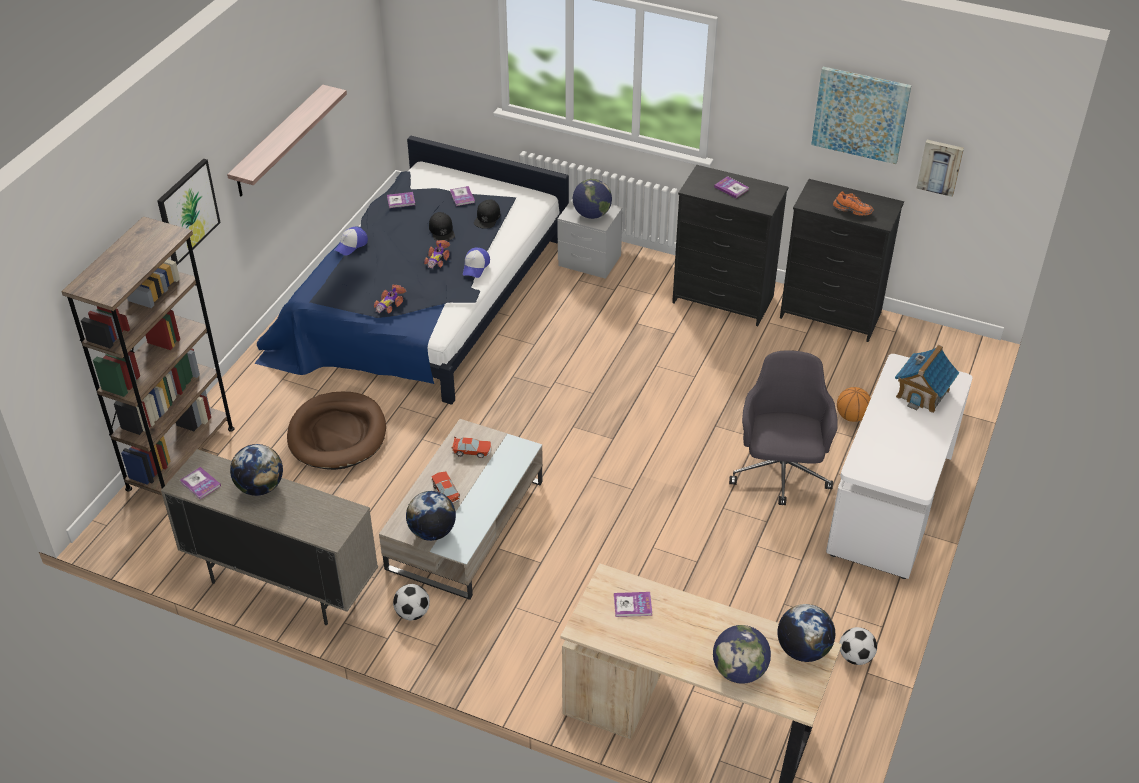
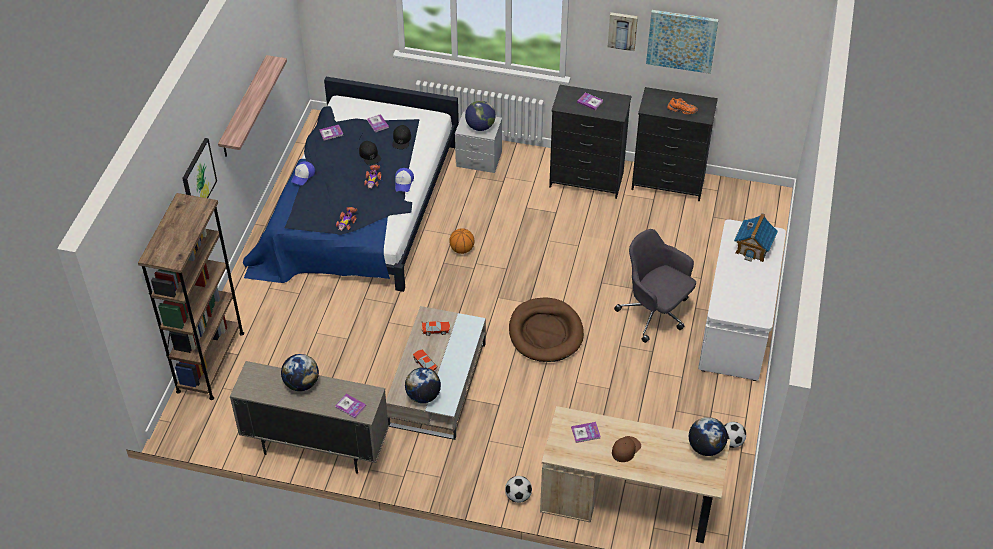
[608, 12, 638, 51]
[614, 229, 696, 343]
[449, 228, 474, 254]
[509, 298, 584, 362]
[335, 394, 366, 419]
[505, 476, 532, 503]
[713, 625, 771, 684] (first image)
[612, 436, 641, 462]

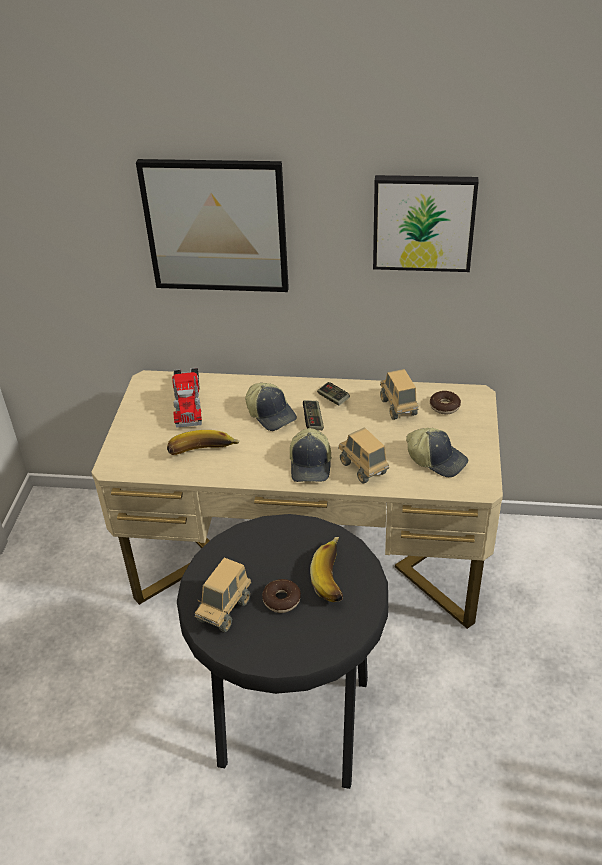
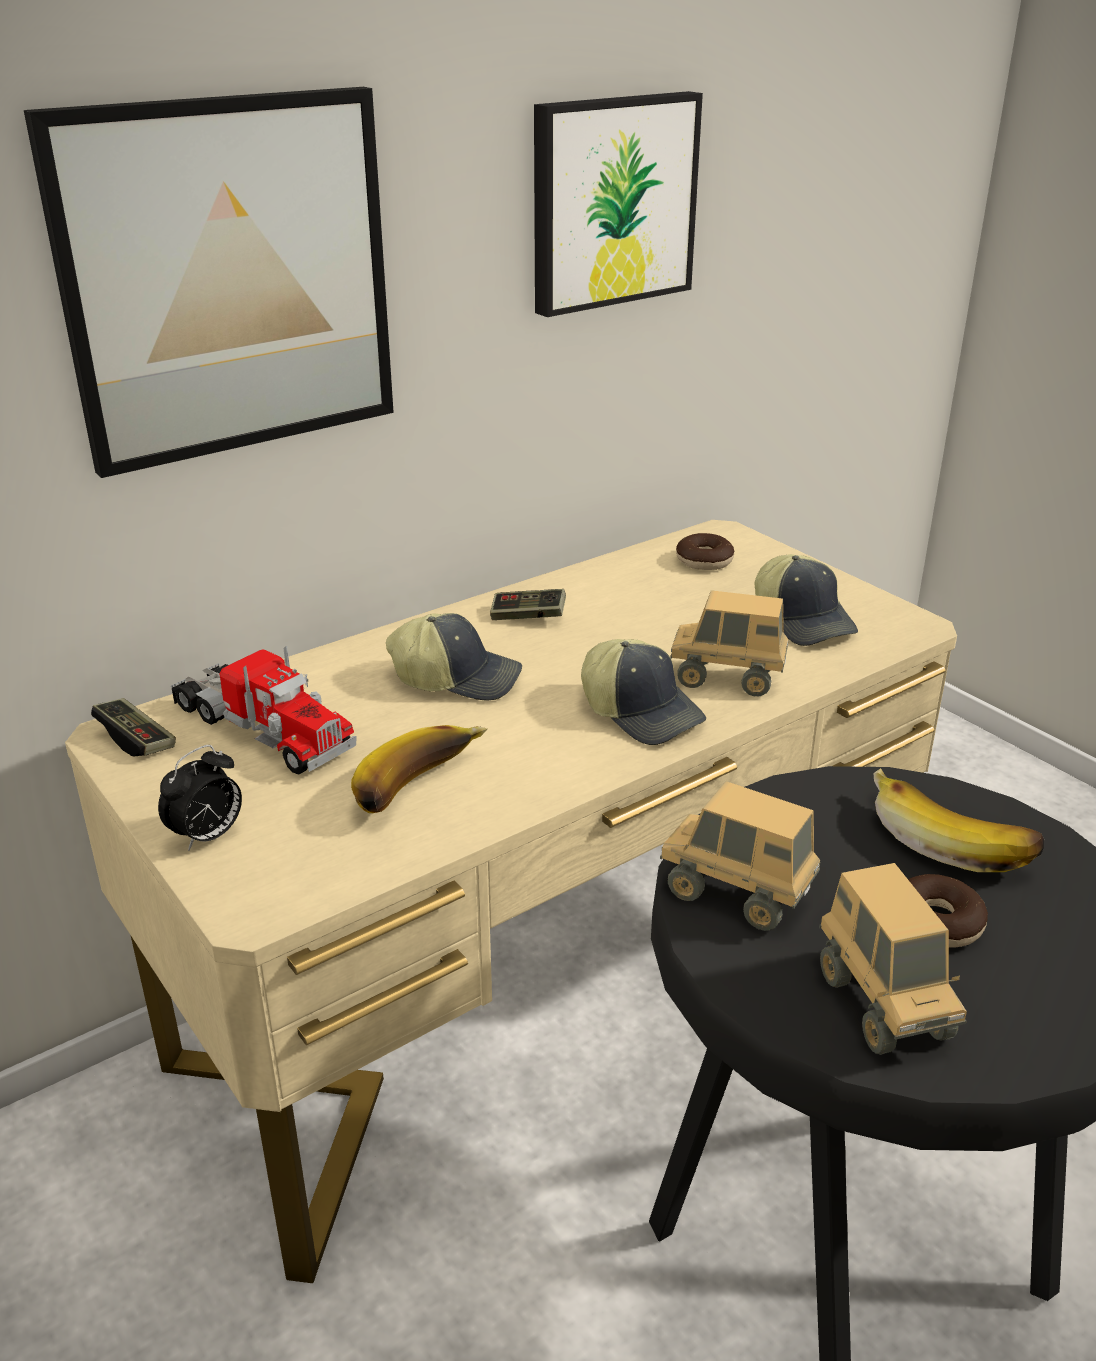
[660, 781, 820, 931]
[91, 698, 176, 757]
[755, 554, 858, 646]
[158, 745, 242, 851]

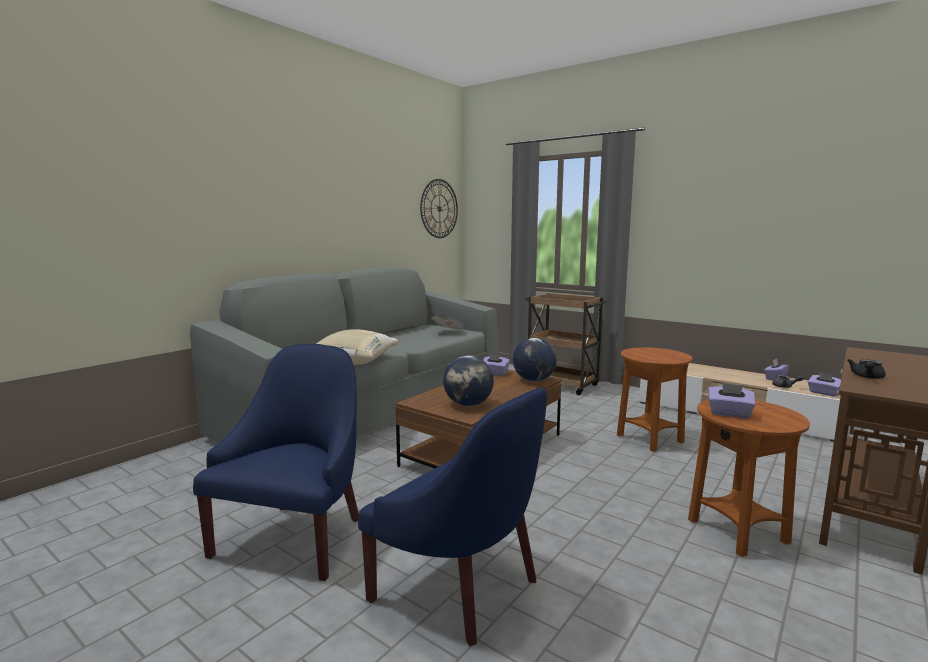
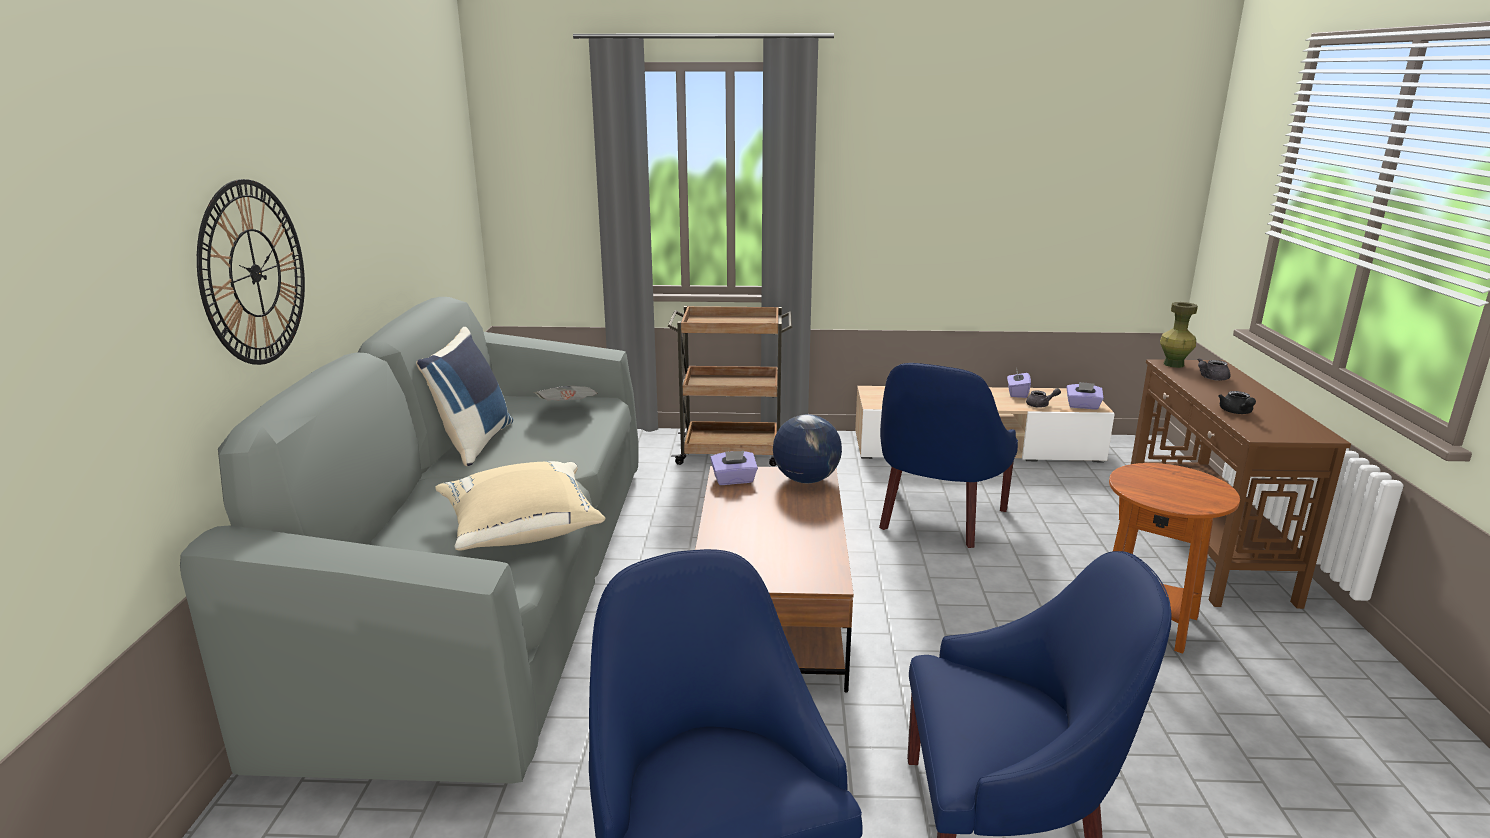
[197, 179, 305, 365]
[879, 363, 1018, 548]
[443, 356, 494, 406] (first image)
[708, 383, 756, 418] (first image)
[1160, 302, 1198, 368]
[416, 327, 513, 466]
[1197, 358, 1231, 381]

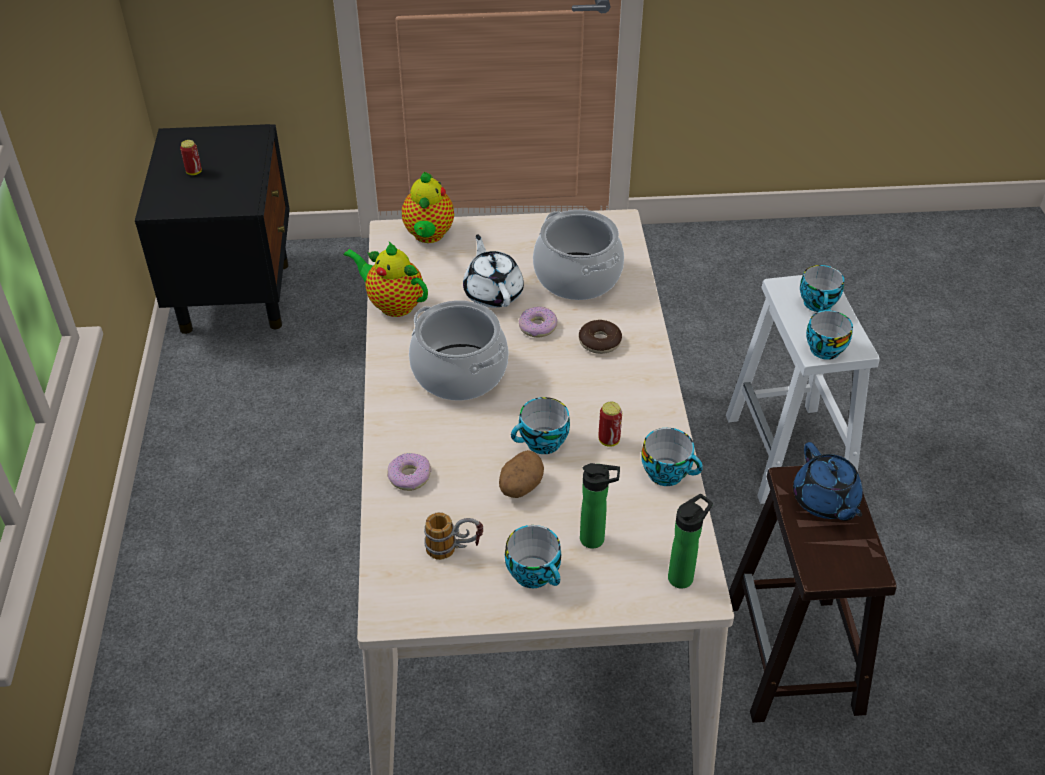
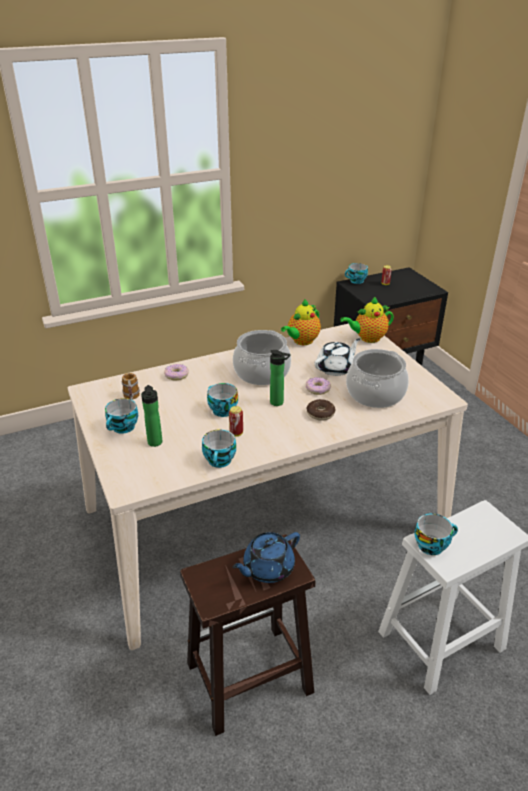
[281, 299, 321, 345]
[345, 263, 368, 284]
[499, 450, 544, 498] (first image)
[270, 350, 291, 406]

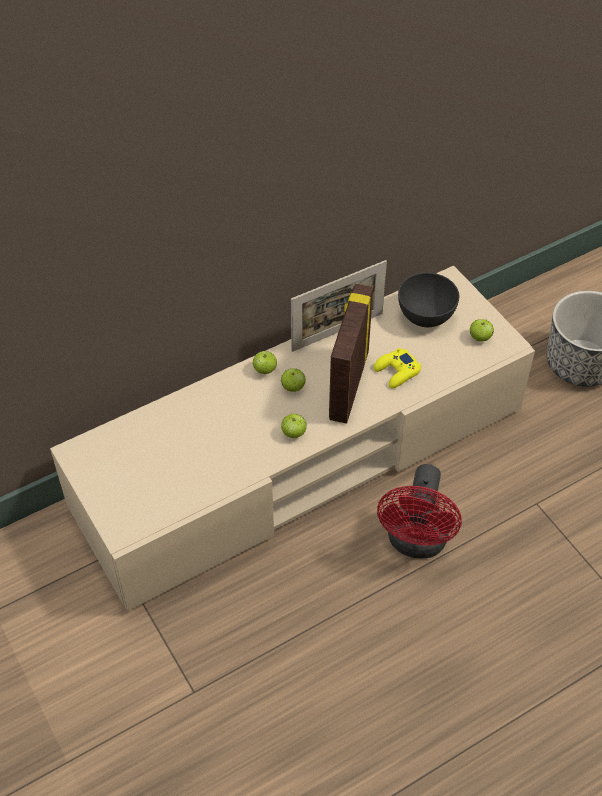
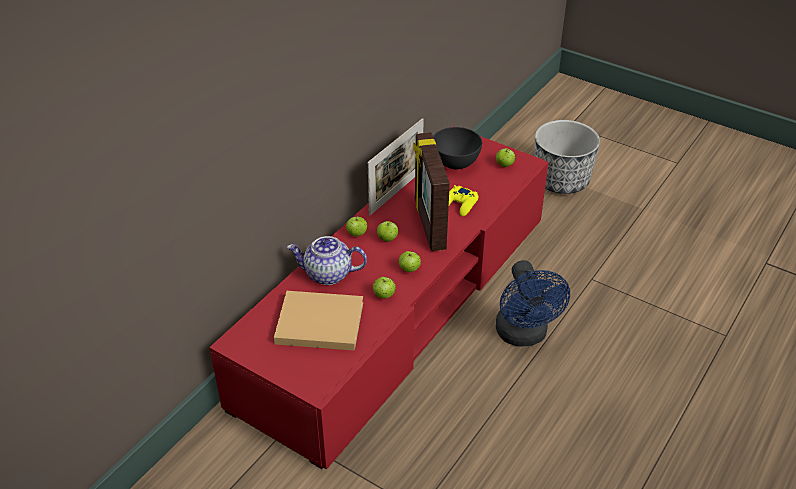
[209, 126, 549, 470]
[496, 260, 570, 347]
[287, 236, 367, 285]
[373, 277, 396, 299]
[274, 291, 363, 351]

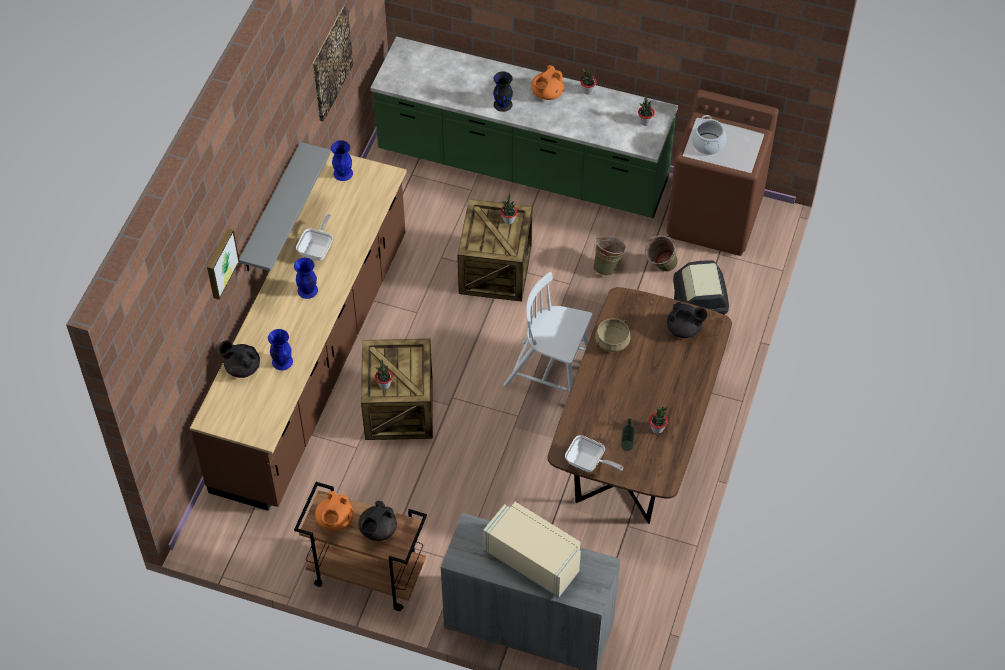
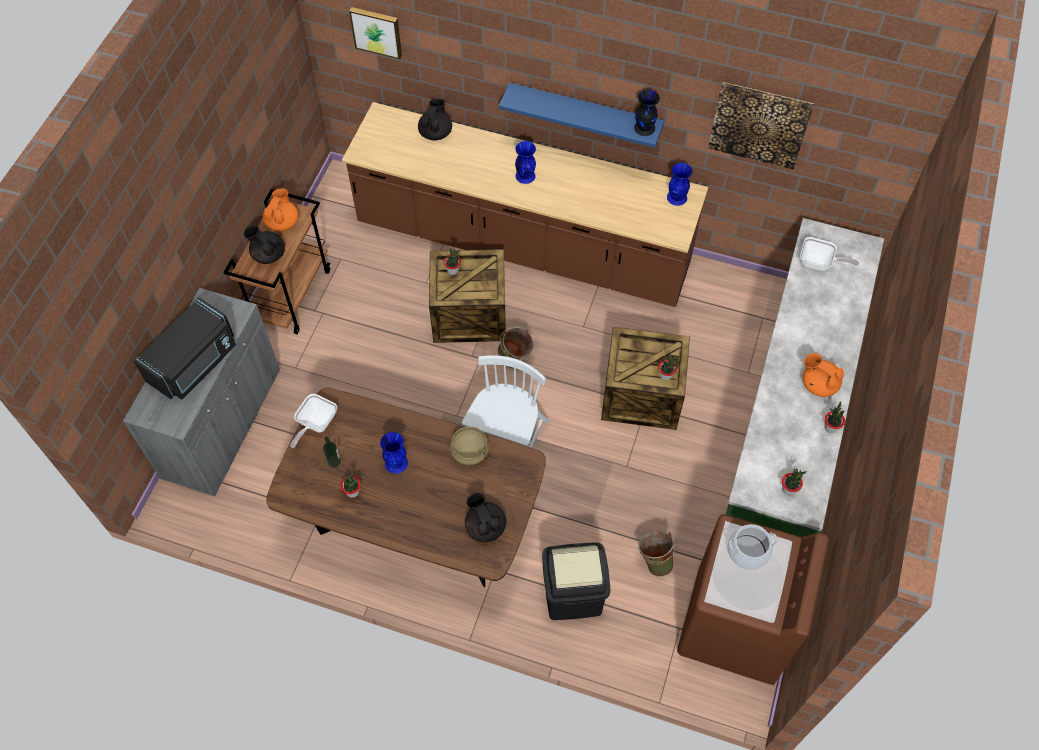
[634, 90, 660, 136]
[499, 82, 664, 148]
[800, 237, 859, 271]
[349, 7, 402, 59]
[498, 326, 534, 359]
[465, 493, 506, 542]
[380, 432, 408, 474]
[263, 189, 298, 231]
[134, 297, 236, 400]

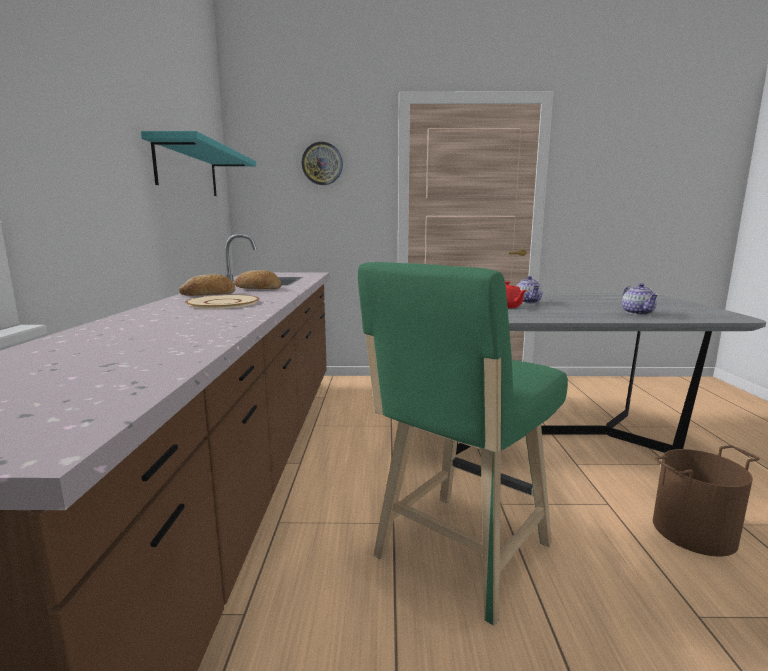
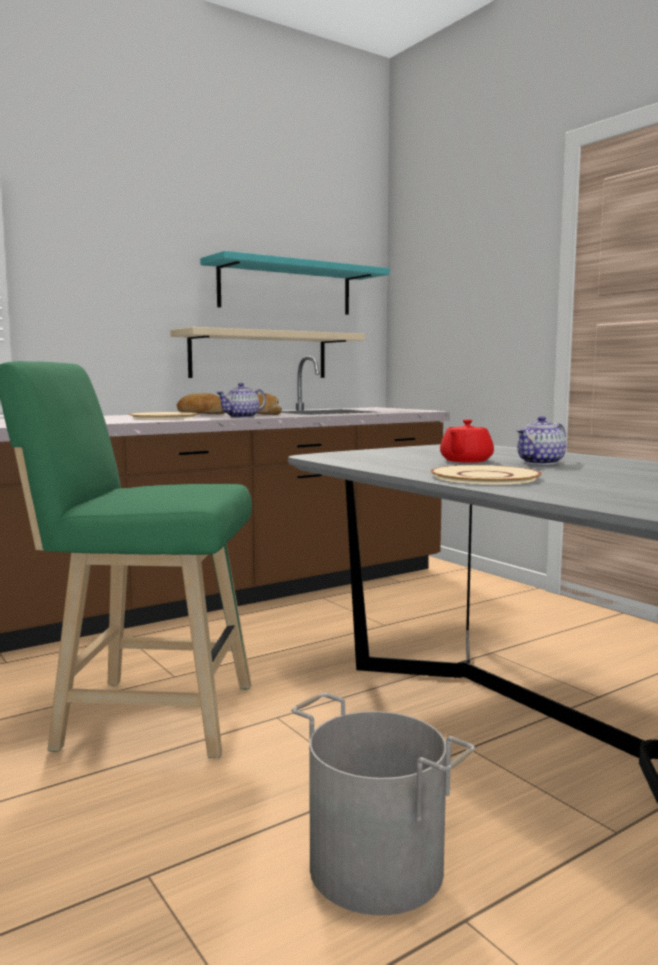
[302, 142, 343, 185] (first image)
[216, 383, 266, 418]
[291, 693, 475, 915]
[171, 327, 365, 378]
[430, 465, 542, 485]

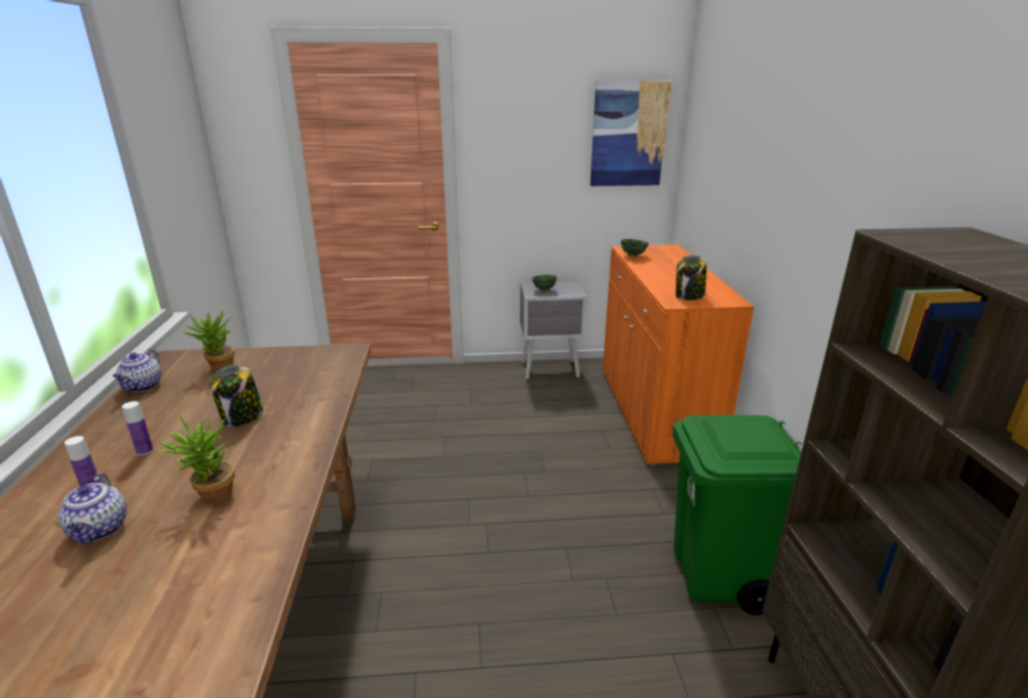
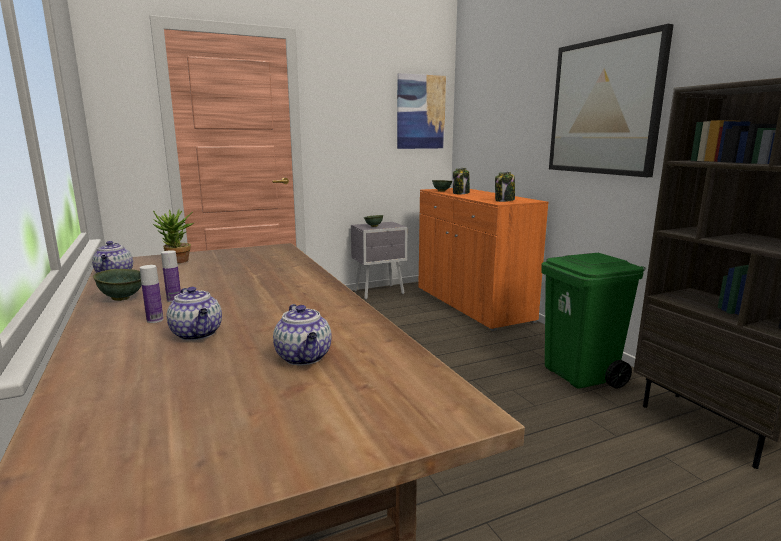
[453, 168, 470, 194]
[155, 417, 235, 504] (first image)
[549, 24, 674, 177]
[93, 269, 142, 301]
[273, 304, 332, 366]

